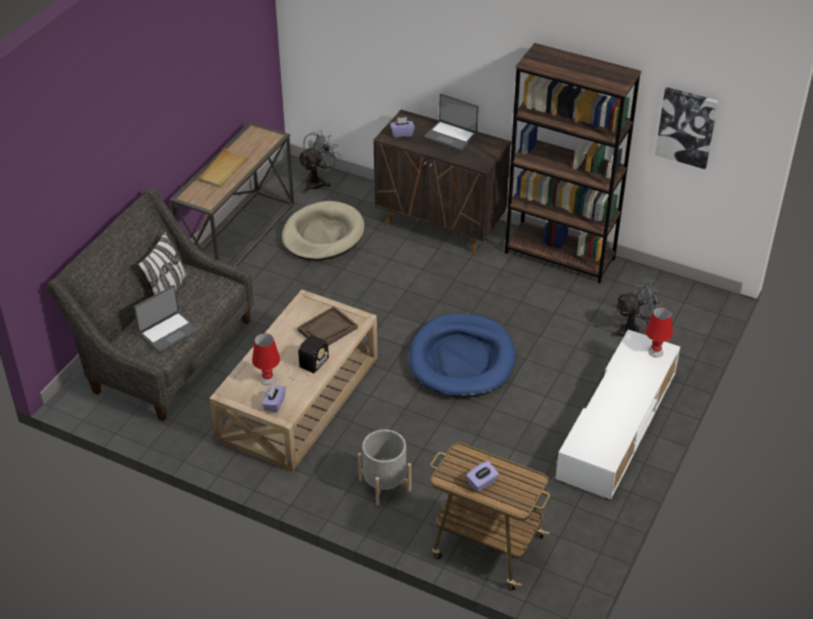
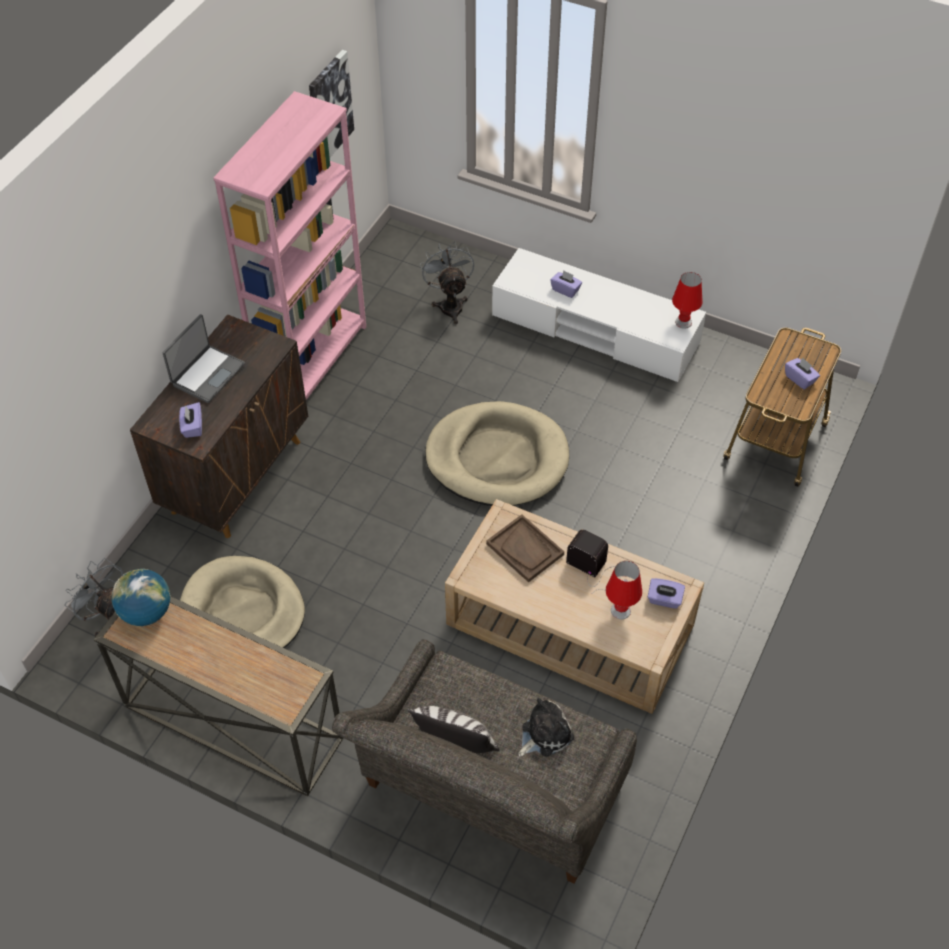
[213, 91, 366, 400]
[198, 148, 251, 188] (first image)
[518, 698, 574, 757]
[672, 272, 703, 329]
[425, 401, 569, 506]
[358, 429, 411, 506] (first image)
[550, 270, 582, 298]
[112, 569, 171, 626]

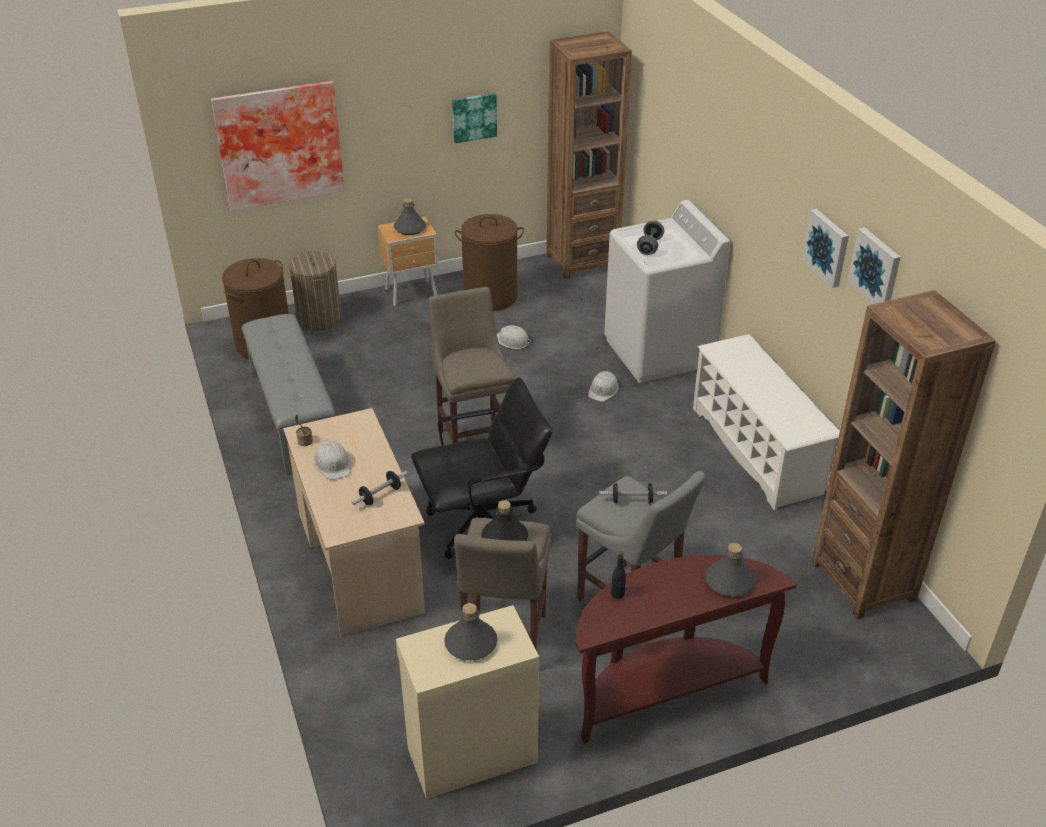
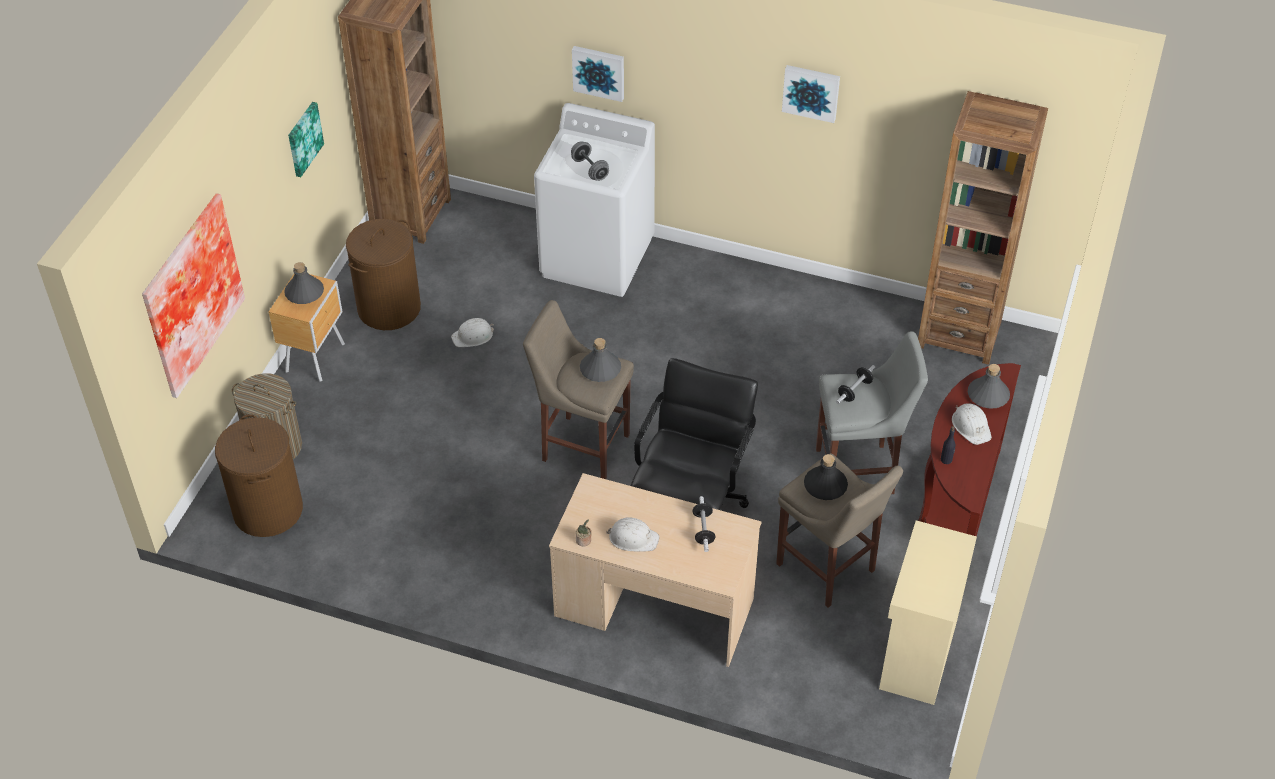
[572, 46, 624, 102]
[242, 314, 335, 476] (first image)
[693, 334, 840, 511] (first image)
[952, 403, 992, 445]
[580, 338, 621, 382]

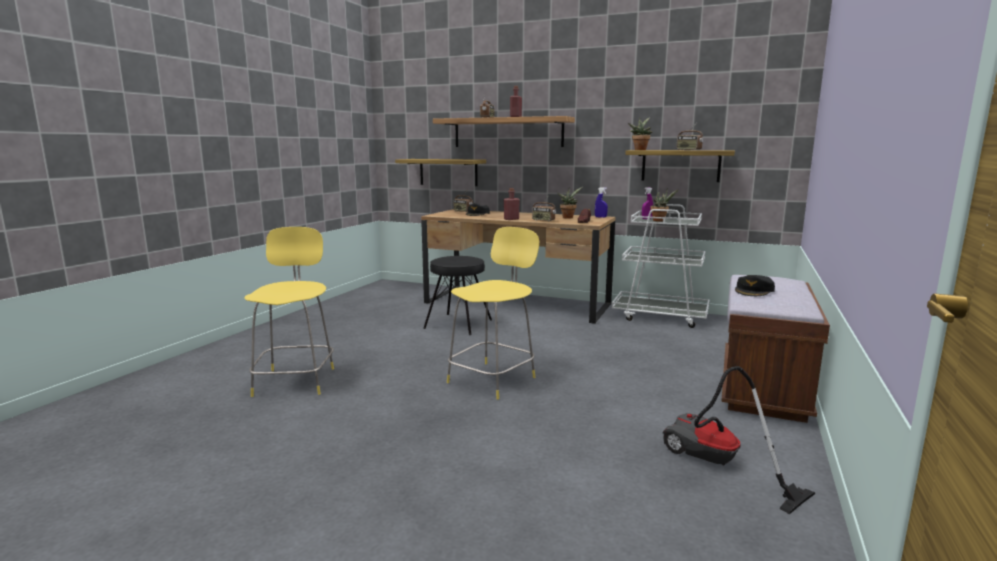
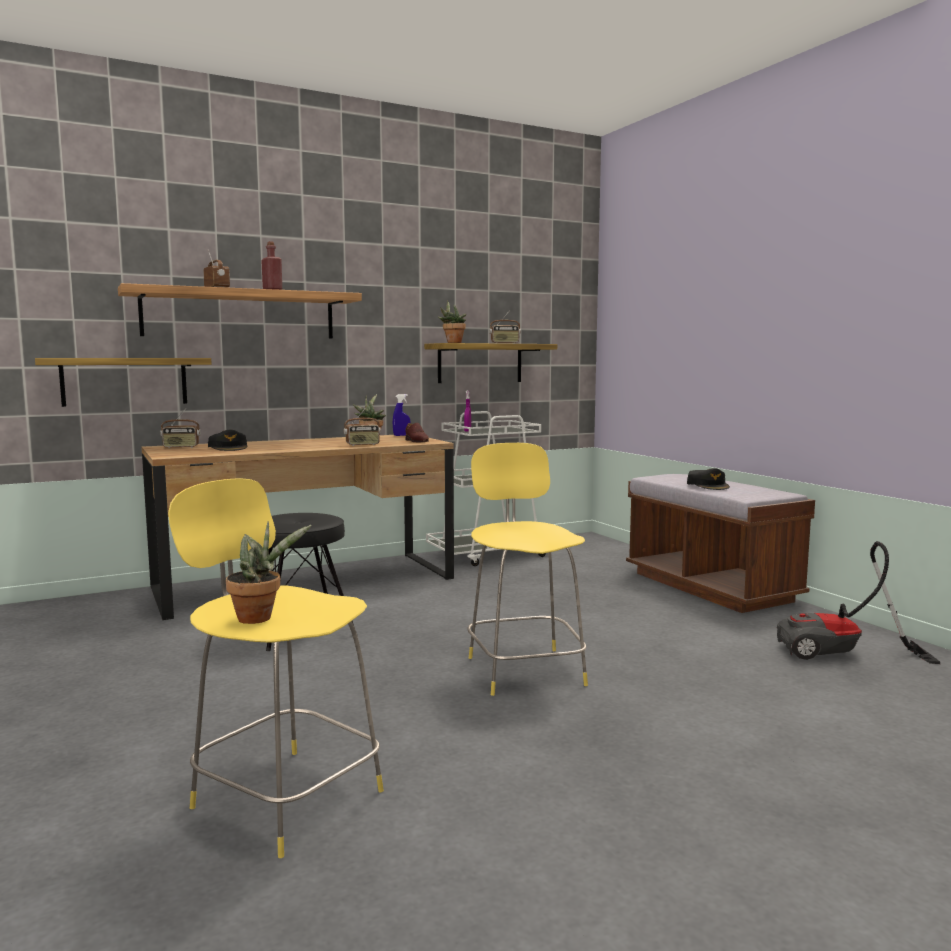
[504, 188, 520, 220] (first image)
[226, 521, 312, 624]

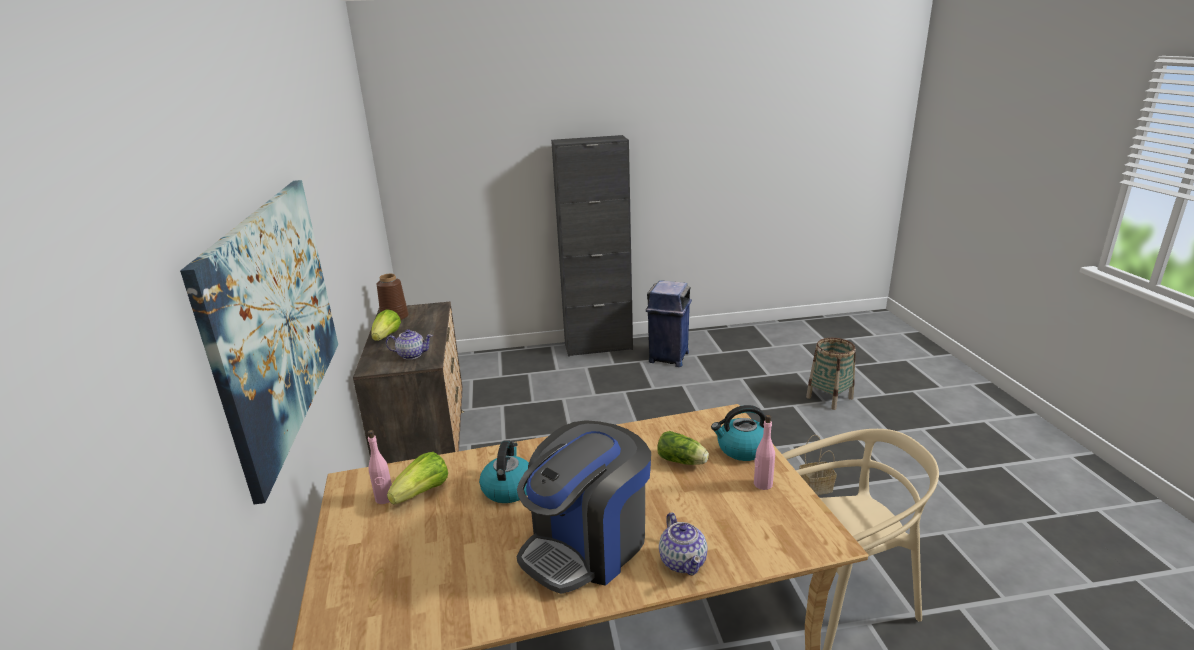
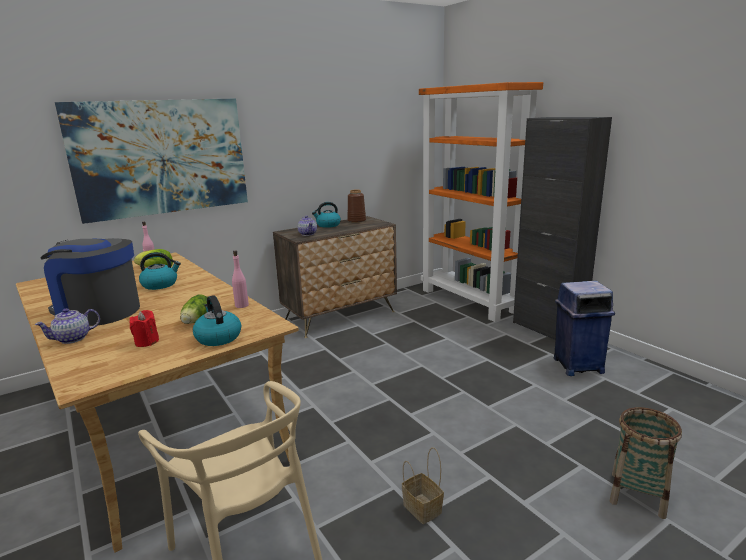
[312, 202, 341, 228]
[232, 251, 249, 308]
[419, 82, 543, 322]
[129, 310, 159, 347]

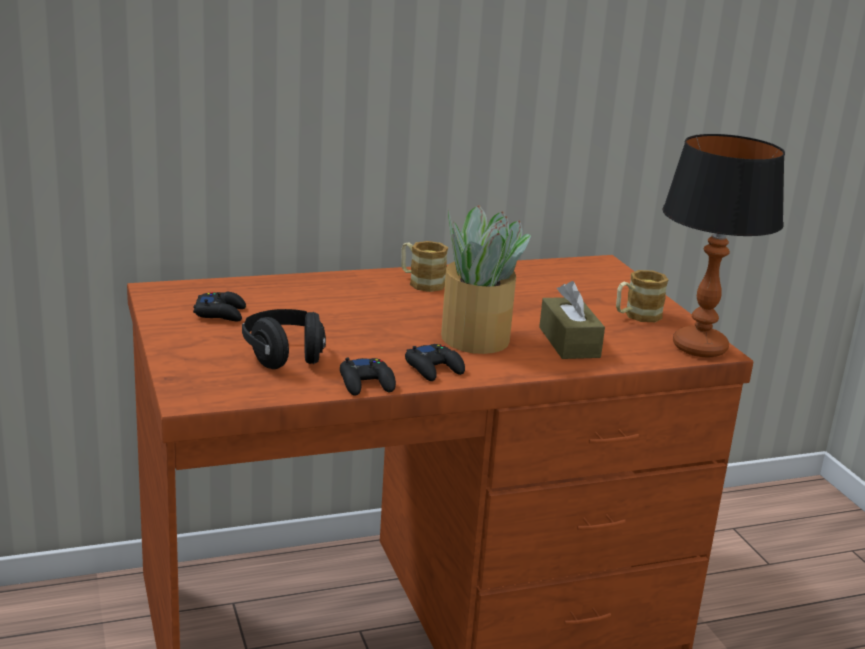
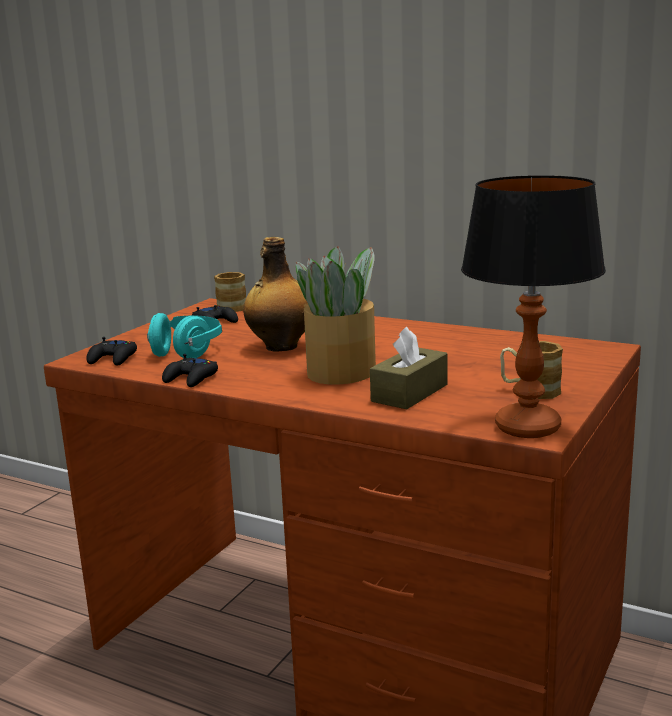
[214, 272, 246, 312]
[147, 313, 222, 358]
[86, 337, 137, 366]
[243, 237, 308, 352]

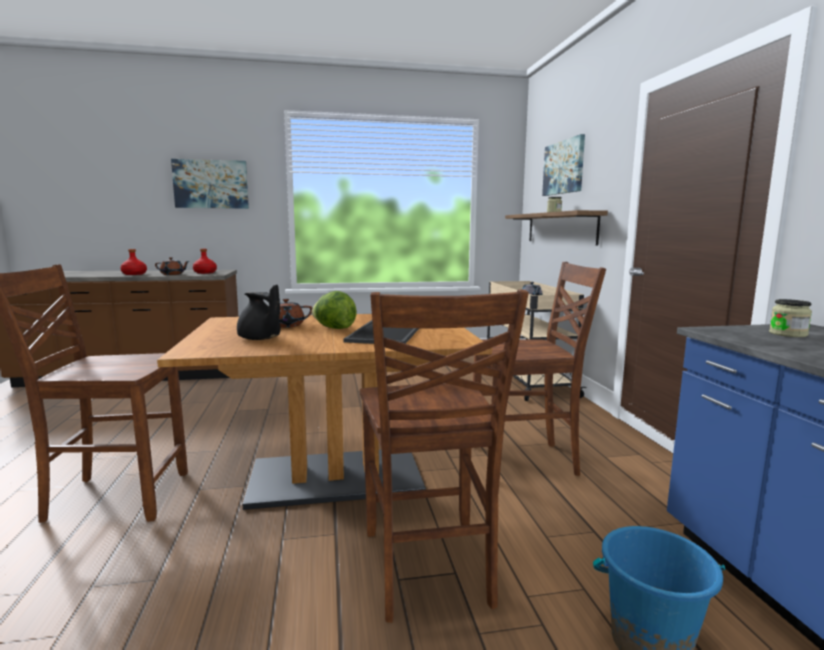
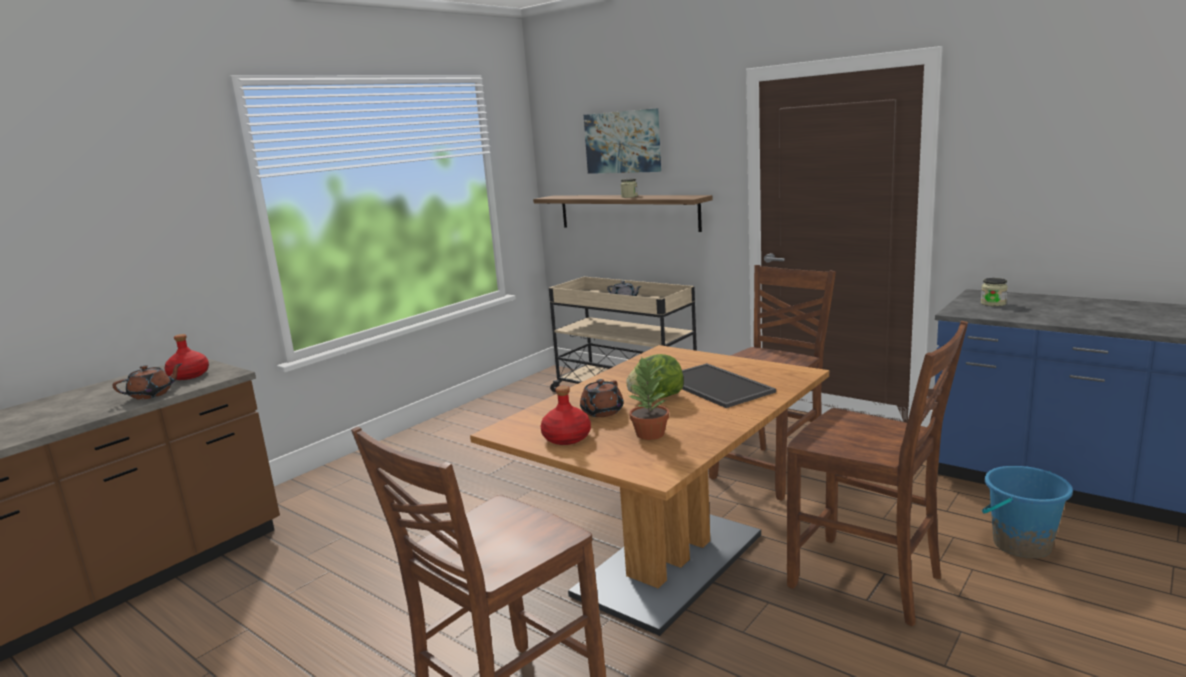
[171, 159, 249, 209] (first image)
[541, 386, 591, 445]
[627, 356, 669, 440]

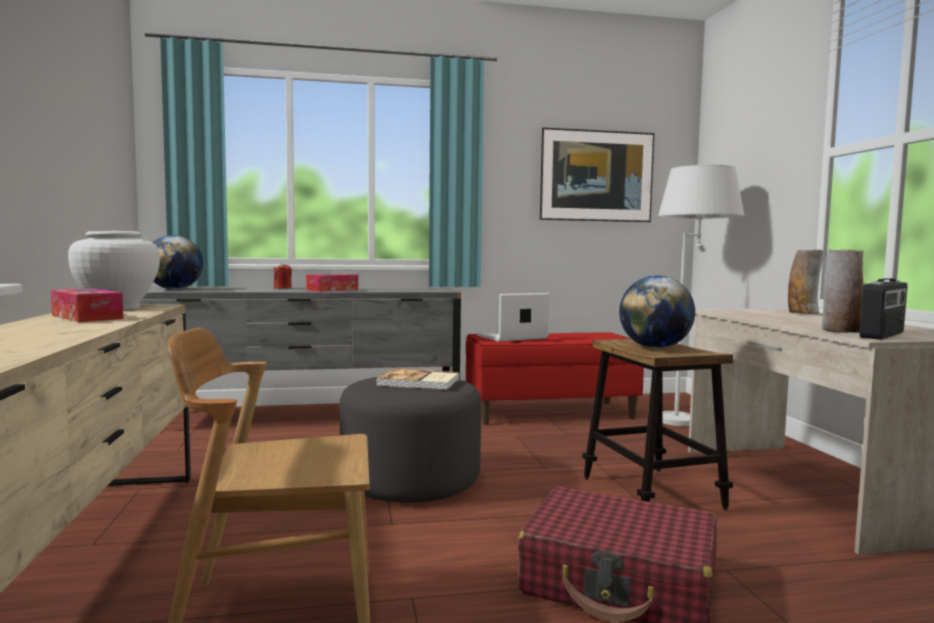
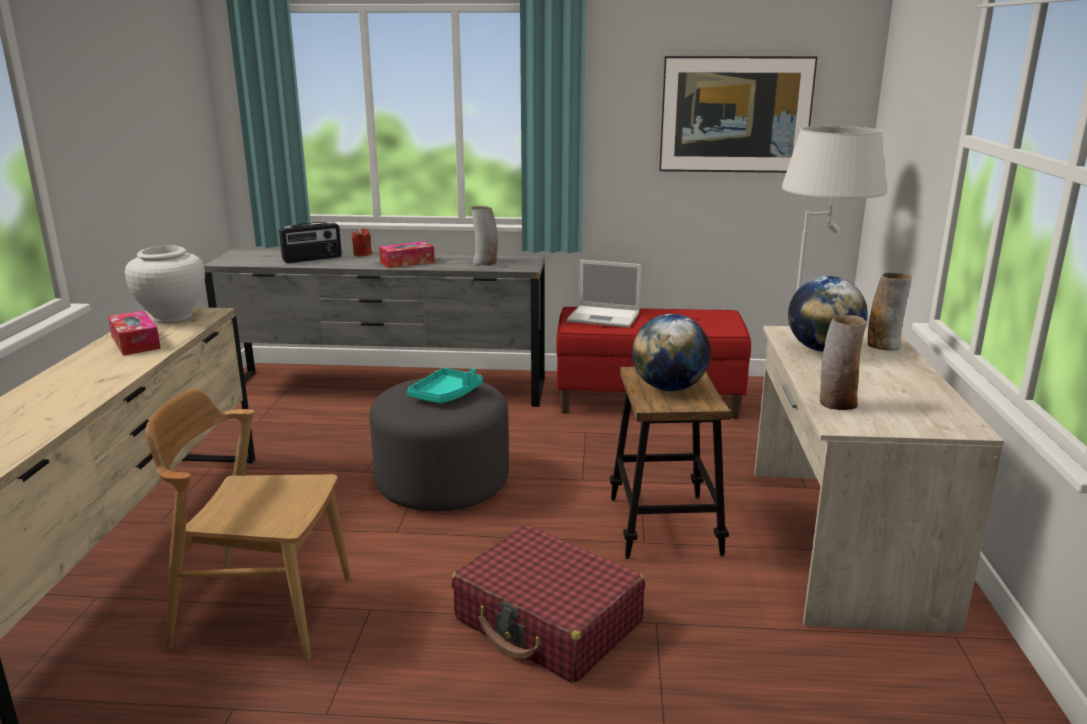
[788, 276, 868, 352]
[279, 222, 342, 263]
[567, 260, 642, 328]
[407, 368, 483, 403]
[470, 206, 498, 265]

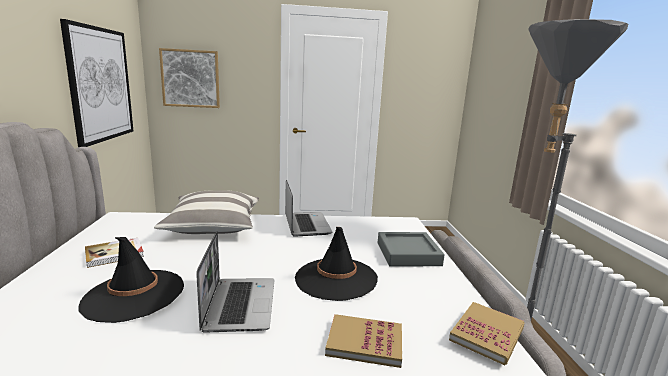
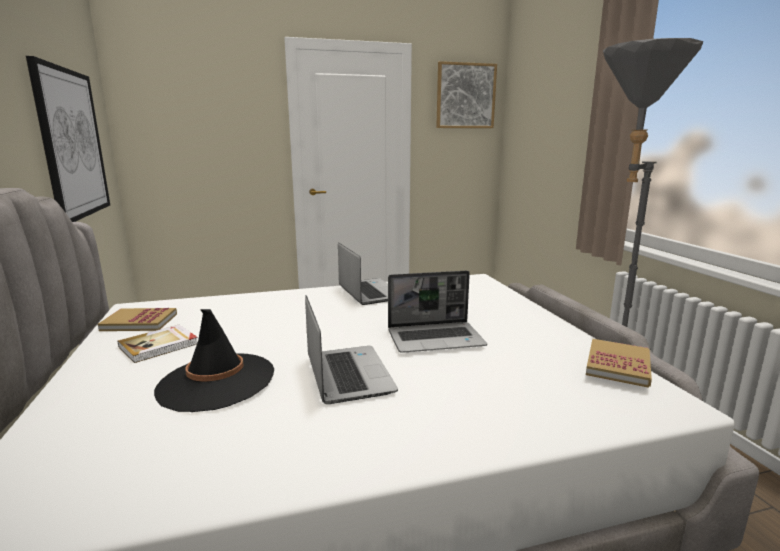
[436, 61, 497, 128]
[154, 190, 259, 234] (first image)
[388, 271, 487, 353]
[378, 232, 444, 266] (first image)
[98, 307, 177, 331]

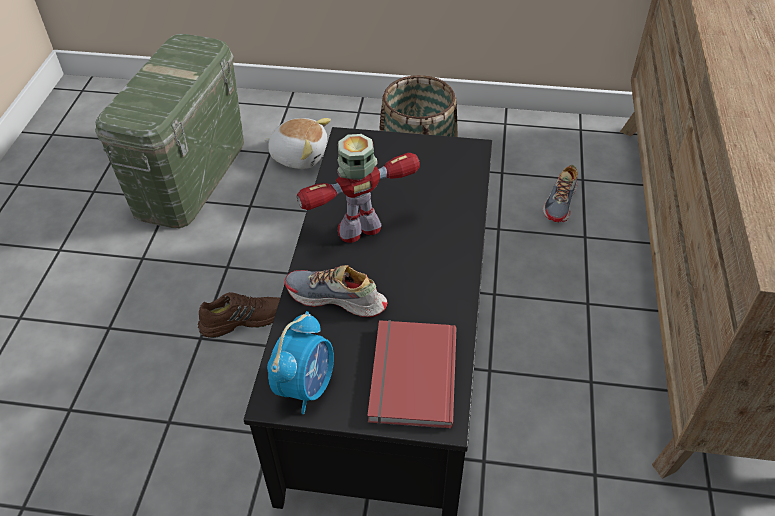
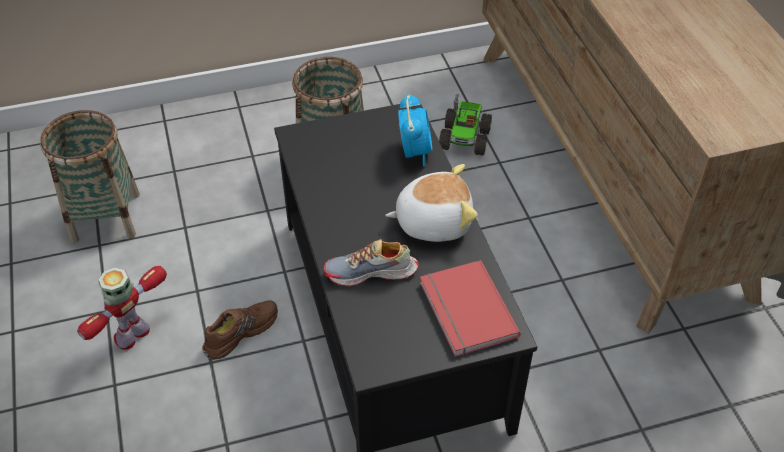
[40, 110, 140, 243]
[385, 164, 478, 242]
[77, 266, 167, 350]
[439, 94, 492, 156]
[398, 94, 432, 166]

